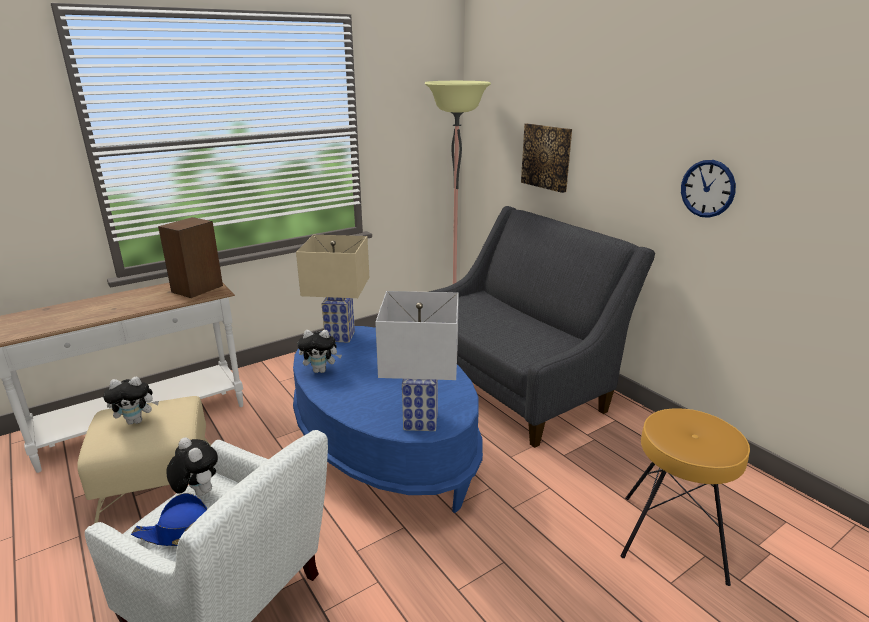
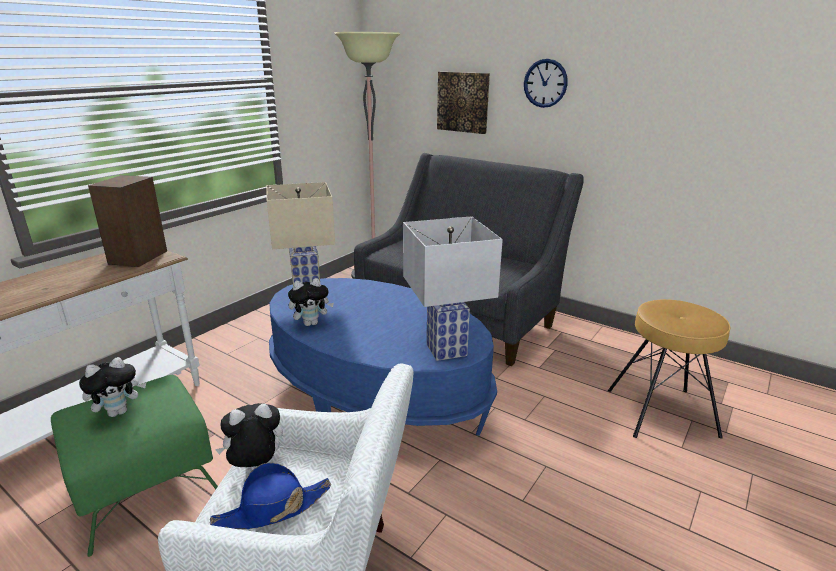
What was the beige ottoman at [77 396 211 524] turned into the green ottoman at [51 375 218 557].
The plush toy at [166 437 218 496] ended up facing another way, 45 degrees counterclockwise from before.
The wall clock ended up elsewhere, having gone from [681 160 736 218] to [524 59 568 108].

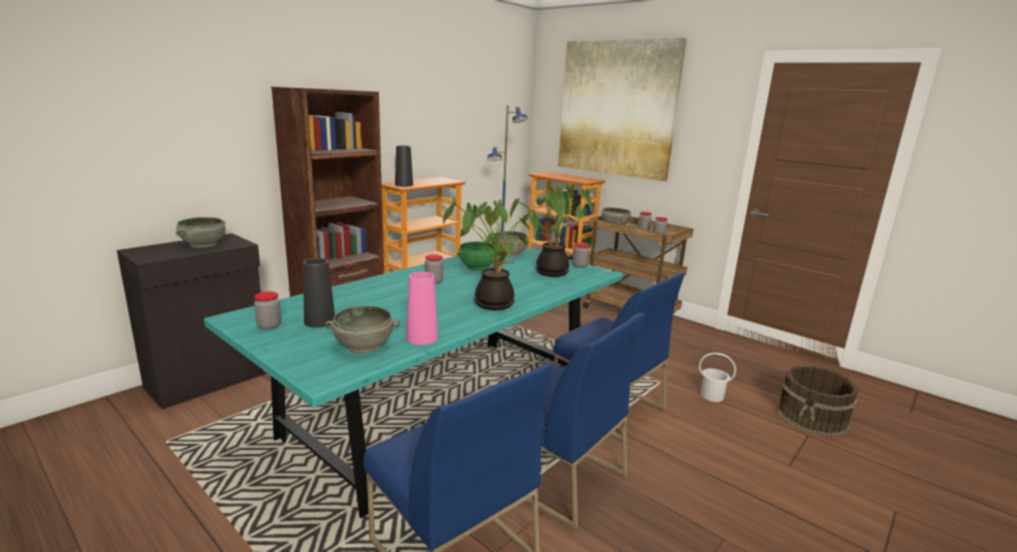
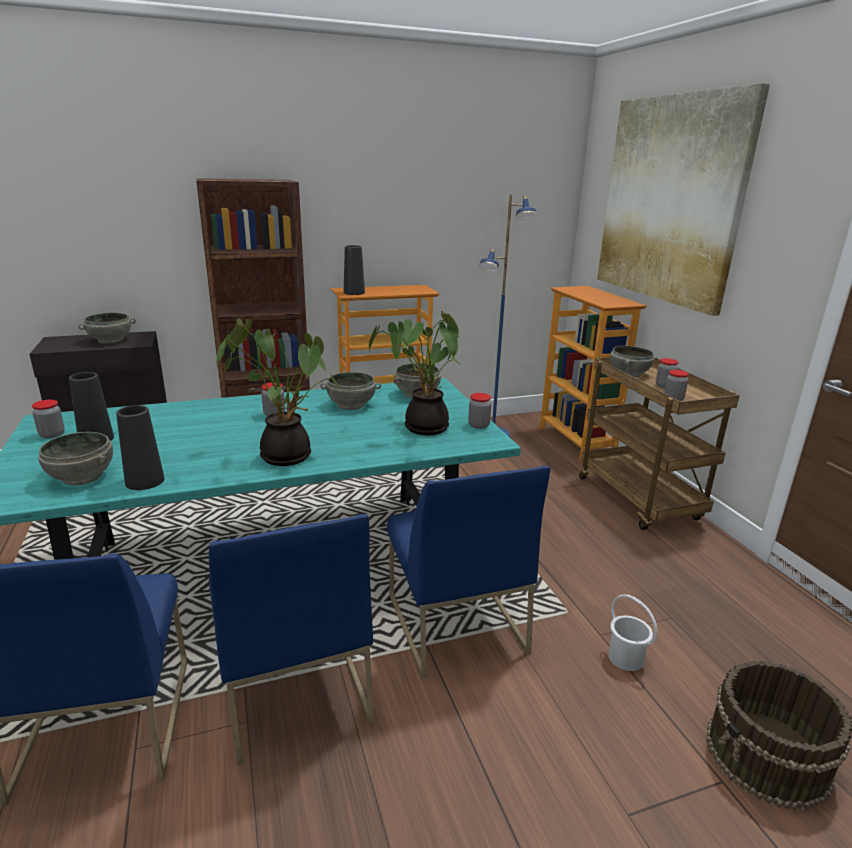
What was the pink vase at [406 272 438 345] turned into the black vase at [116 405 165 490].
What was the green bowl at [457 242 498 271] turned into the grey bowl at [320 372 381 410].

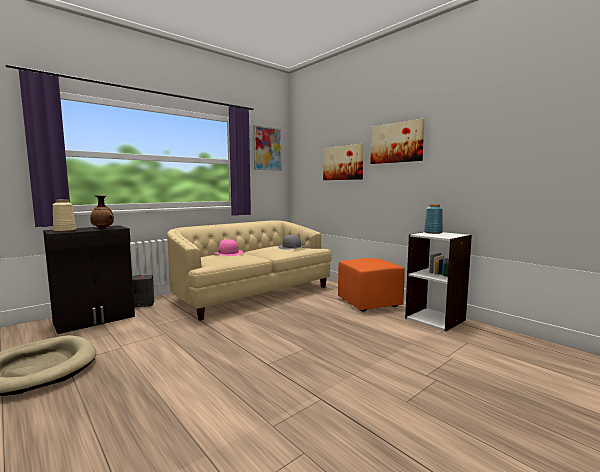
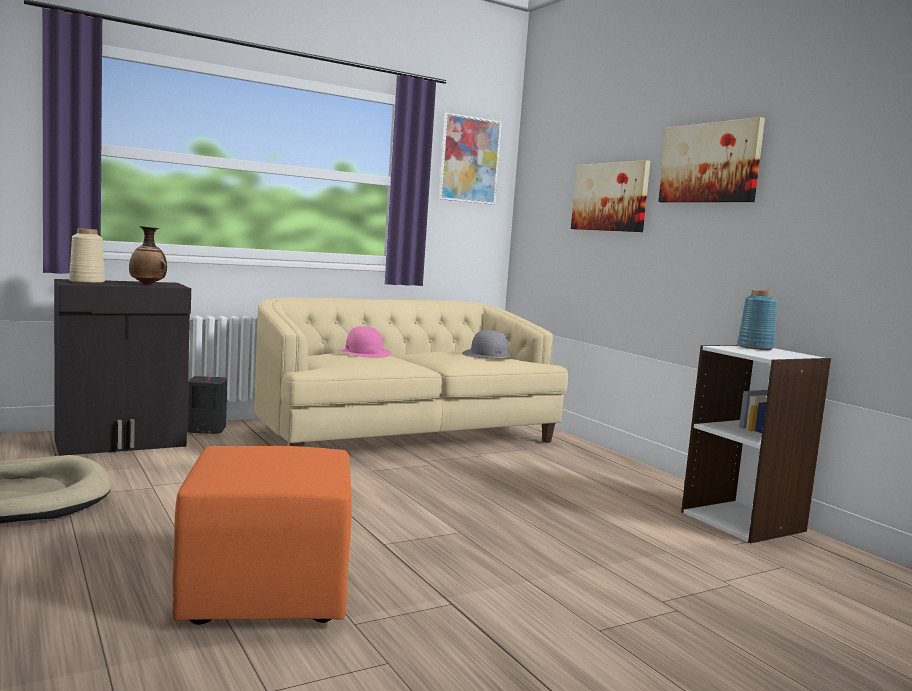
The orange ottoman ended up elsewhere, having gone from [338 258 405 312] to [172 446 352 625].

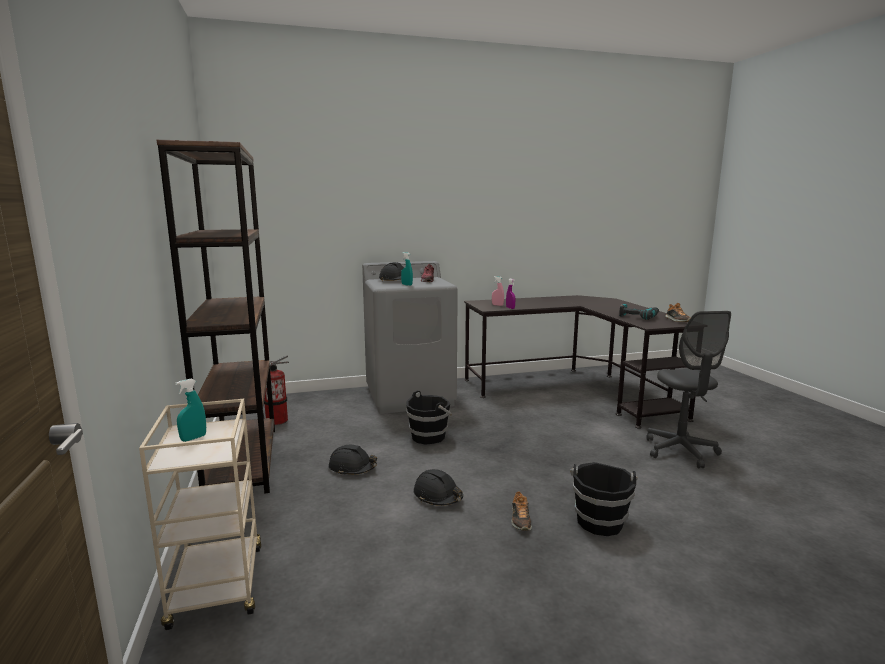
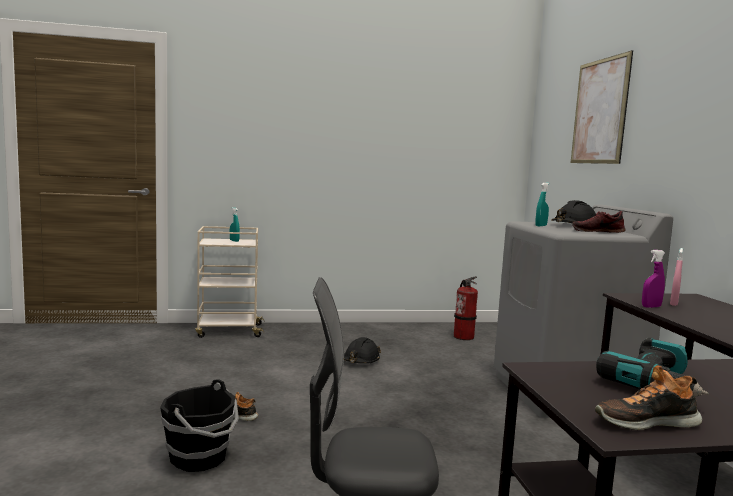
The second view lost the brown bookcase at [156 139 275 494].
The second view lost the black bucket at [406 391 452 445].
The second view lost the black hard hat at [413 469 463 506].
The second view gained the picture at [571 50 633 164].

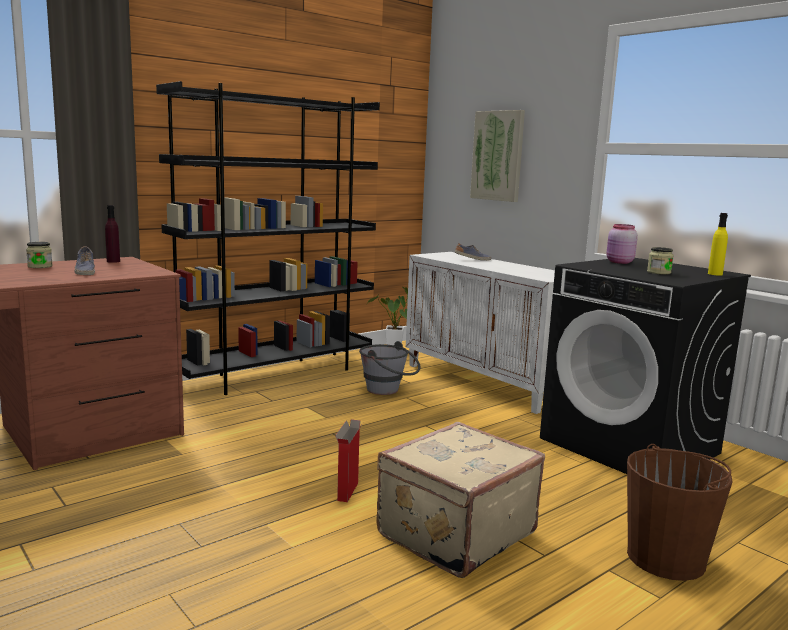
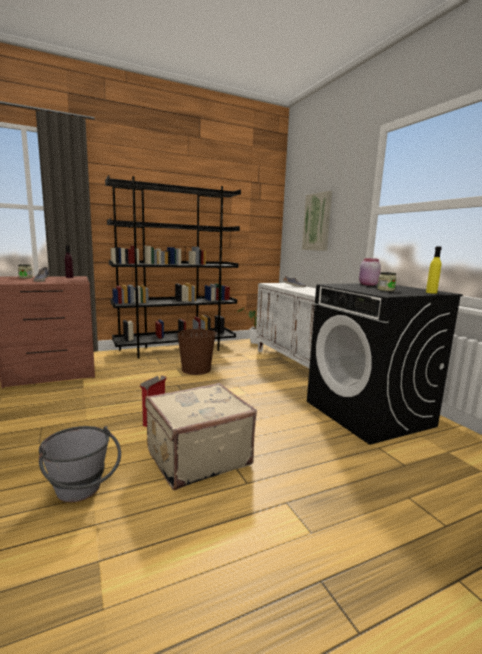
The grey bucket ended up elsewhere, having gone from [359 341 421 395] to [39 426 121 502].
The brown bucket ended up elsewhere, having gone from [627 444 733 581] to [178 327 217 375].

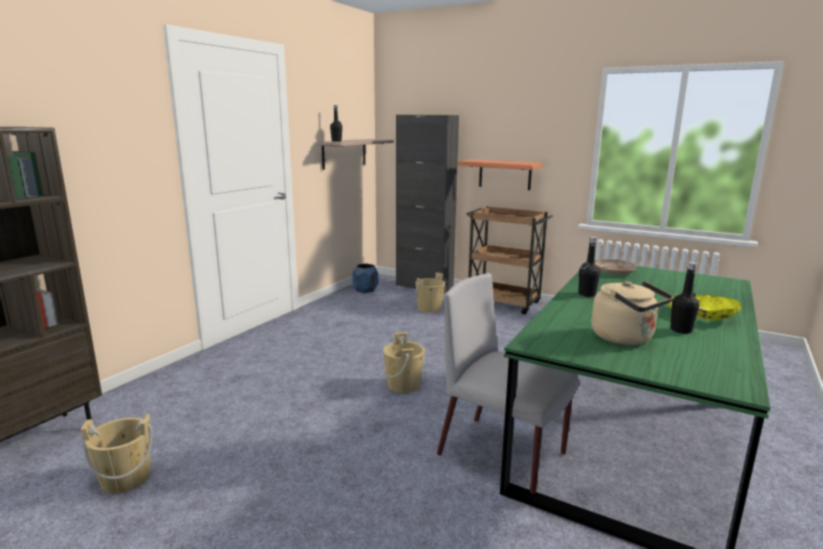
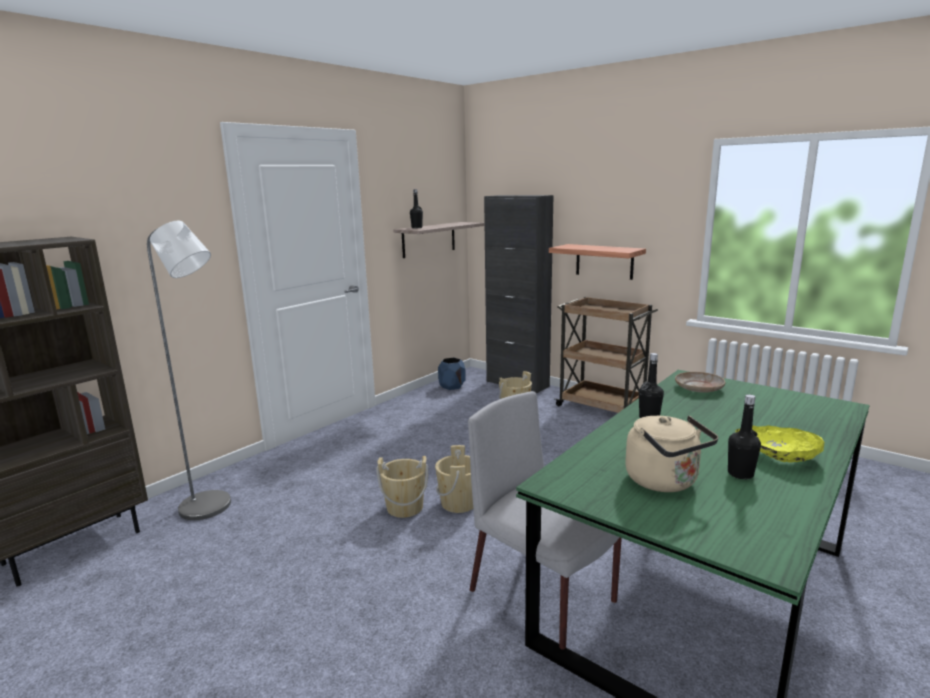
The beige bucket ended up elsewhere, having gone from [81 414 152 493] to [376 456 428 518].
The second view gained the grey floor lamp at [147 221 231 520].

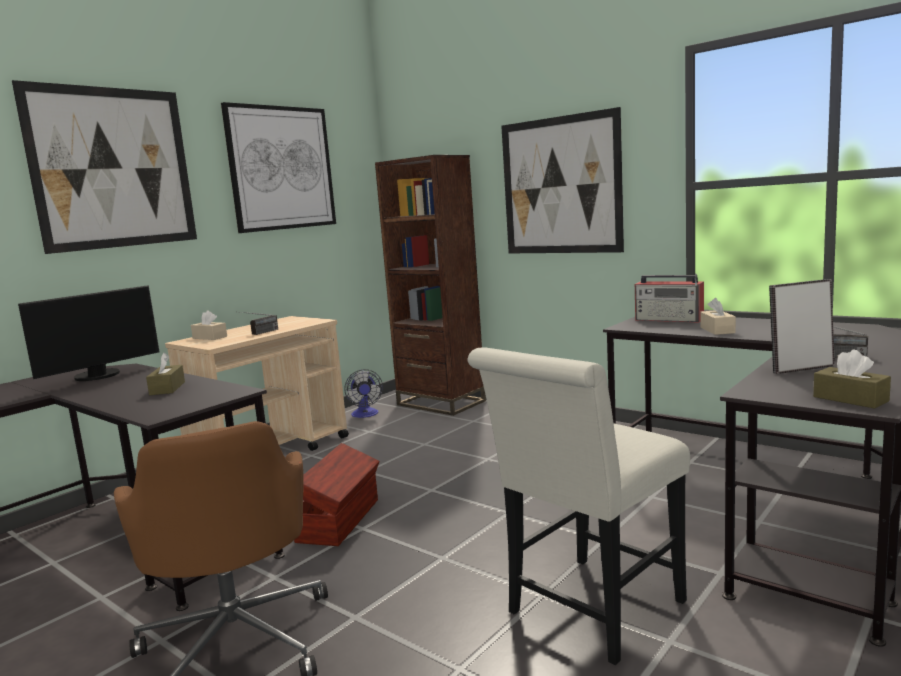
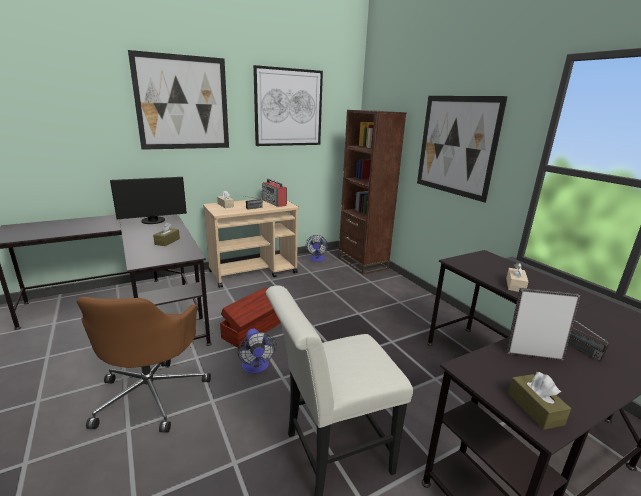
The radio ended up elsewhere, having gone from [635 274 704 323] to [262 179 287 207].
The second view gained the fan at [238 329 277 374].

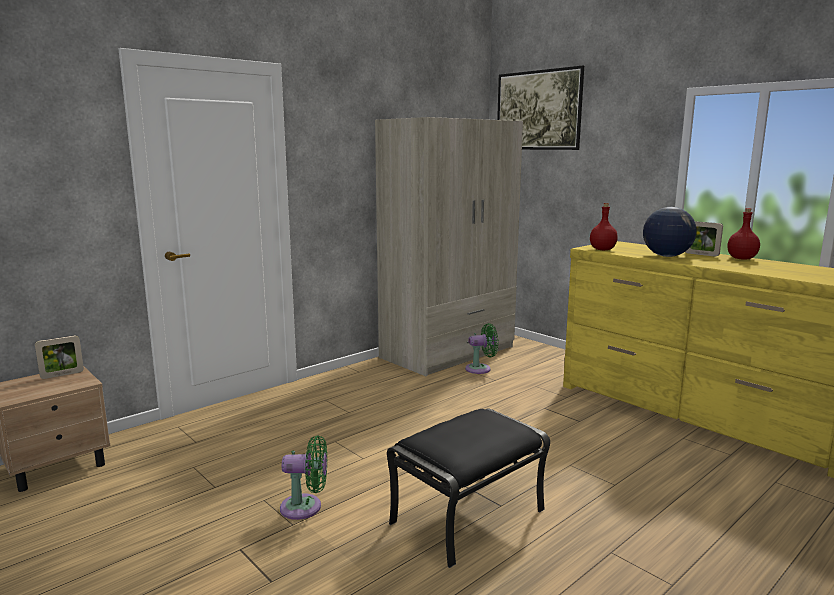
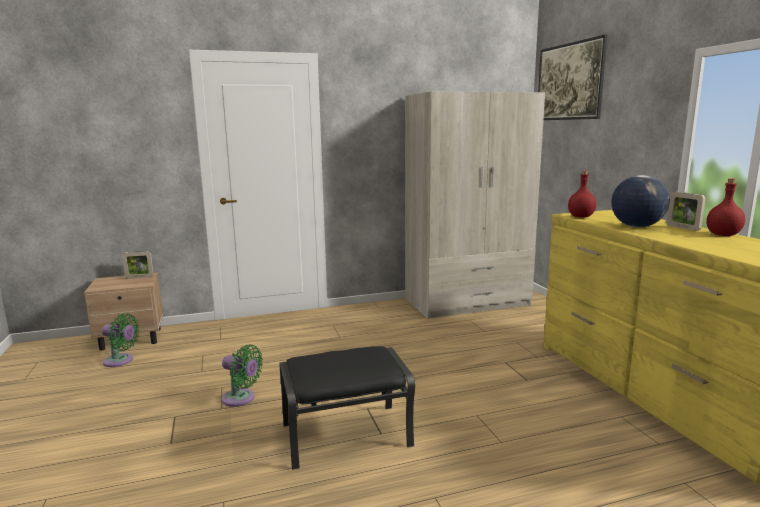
The green fan ended up elsewhere, having gone from [465 323 499 374] to [101 313 139 367].

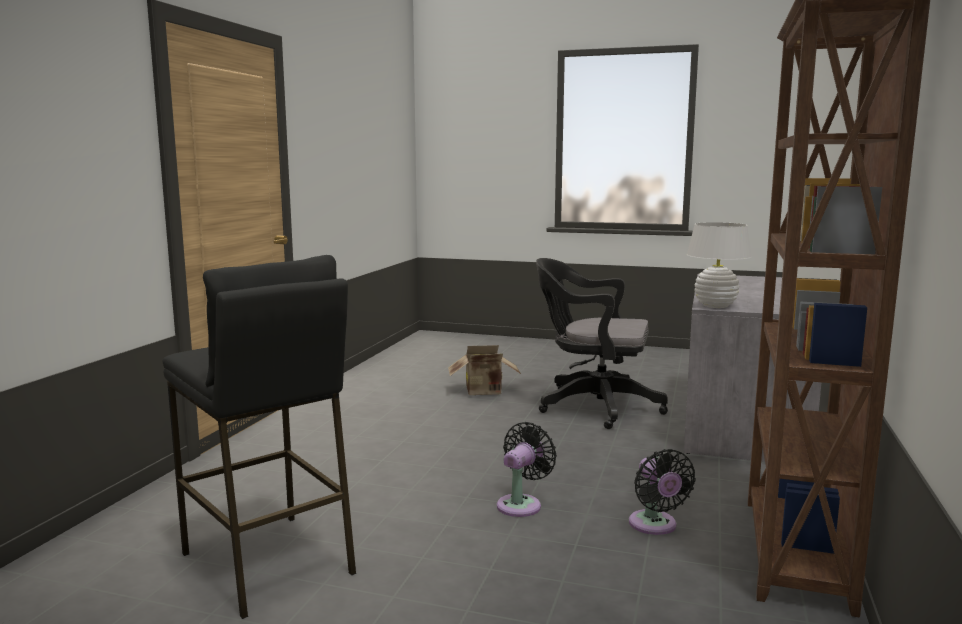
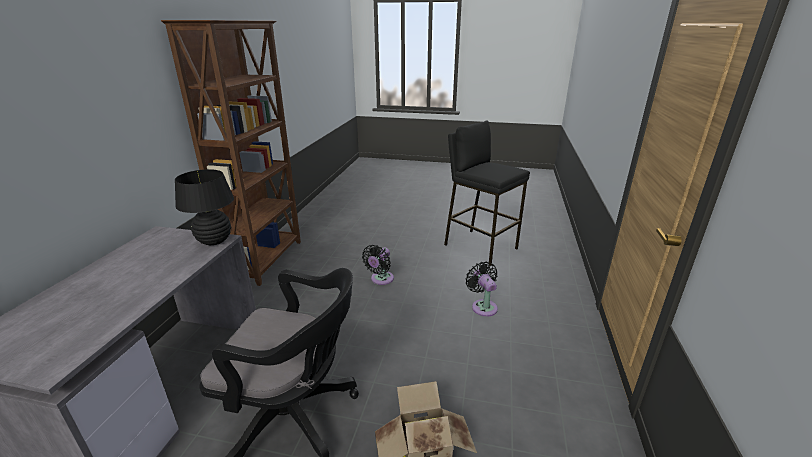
The black fan ended up elsewhere, having gone from [629 449 696 535] to [466 262 498 317].
What was the white table lamp at [687 222 752 308] turned into the black table lamp at [175 169 234 245].

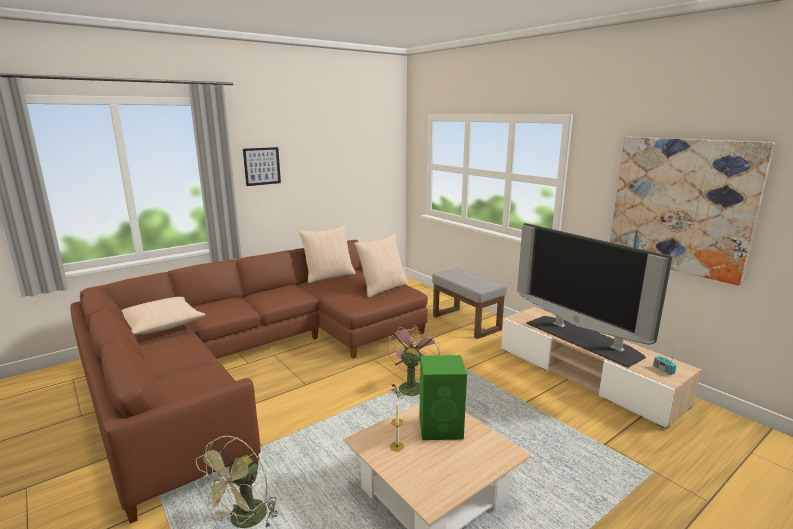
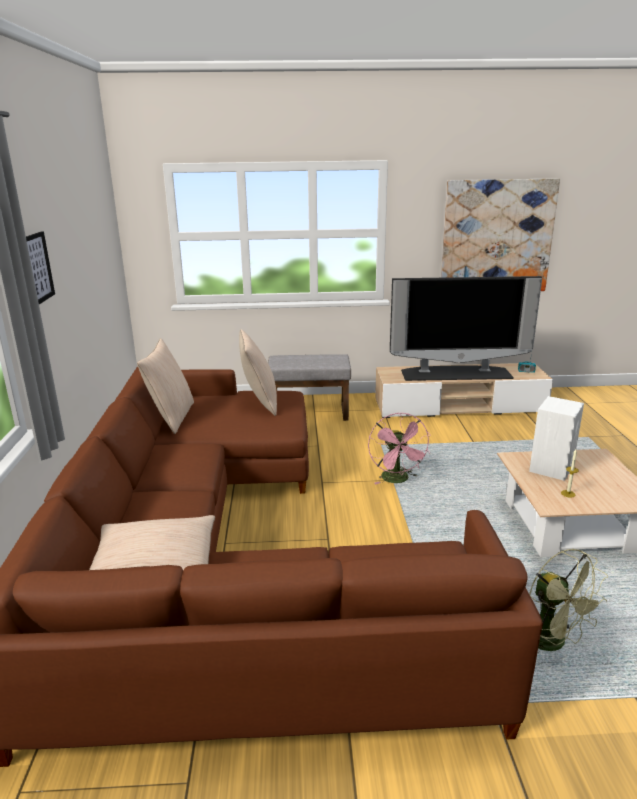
The pink fan at [387 326 440 399] ended up facing another way, 150 degrees counterclockwise from before.
What was the green speaker at [419 355 467 440] turned into the white speaker at [529 396 584 481].

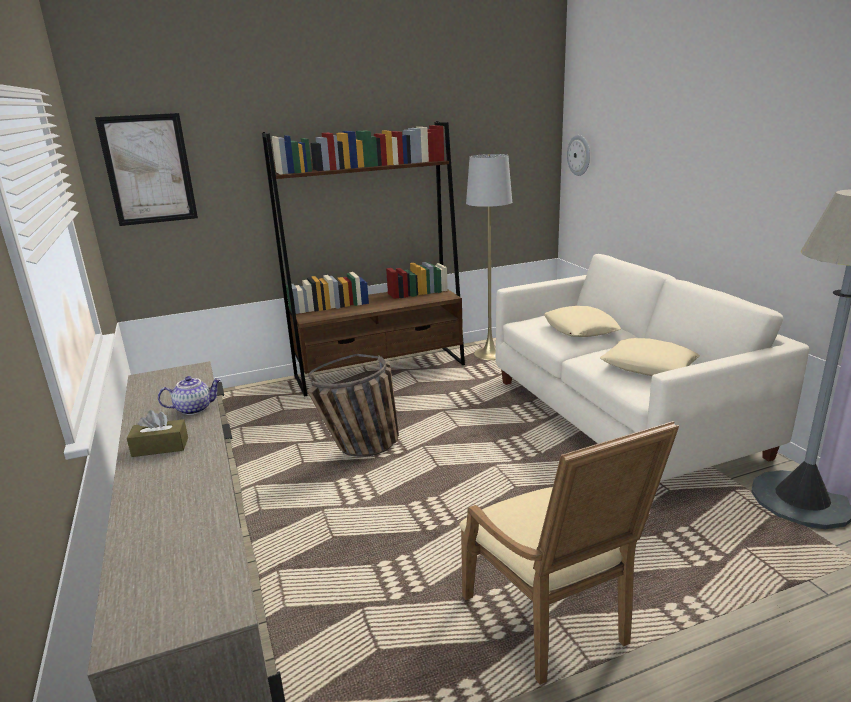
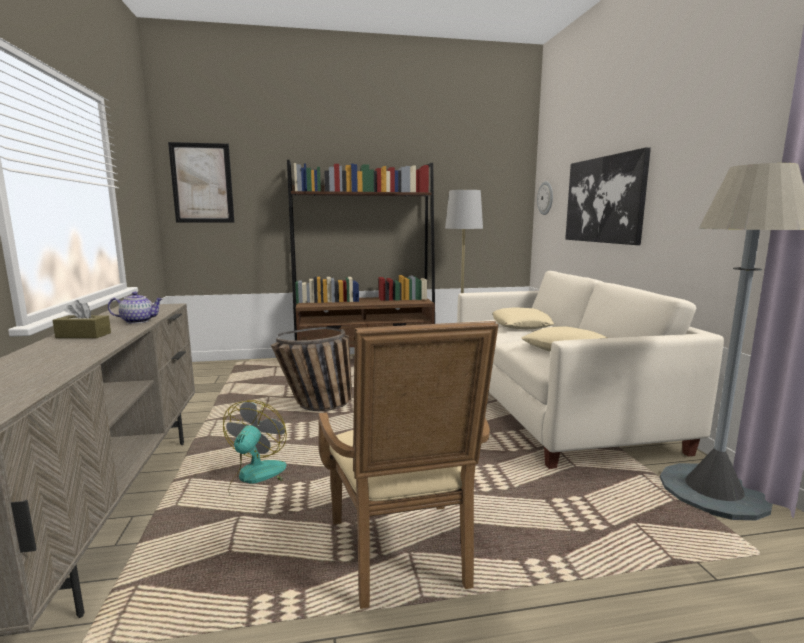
The second view gained the fan at [223 400 287 497].
The second view gained the picture at [565 147 651 245].

